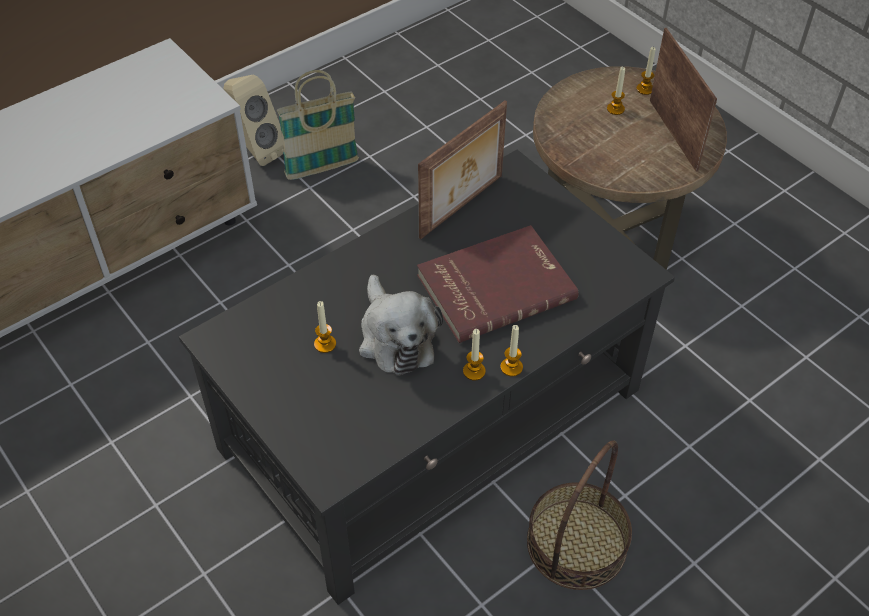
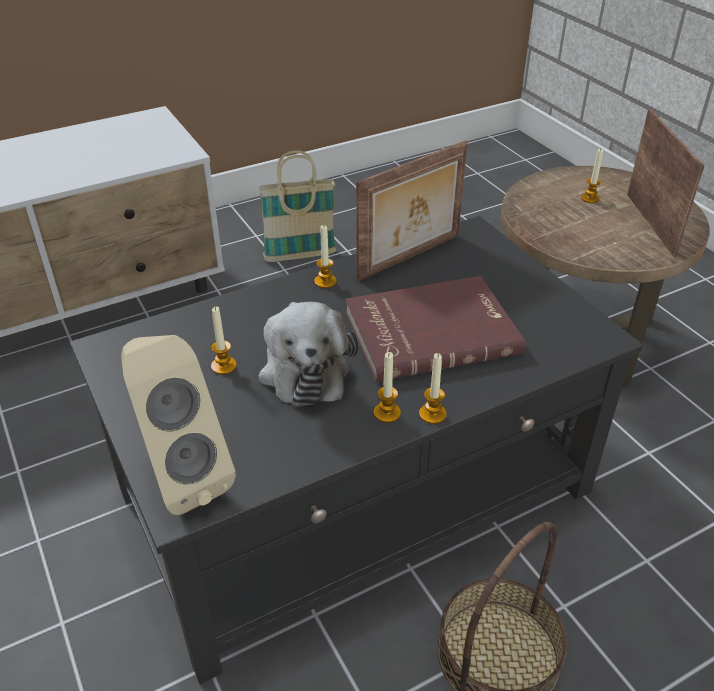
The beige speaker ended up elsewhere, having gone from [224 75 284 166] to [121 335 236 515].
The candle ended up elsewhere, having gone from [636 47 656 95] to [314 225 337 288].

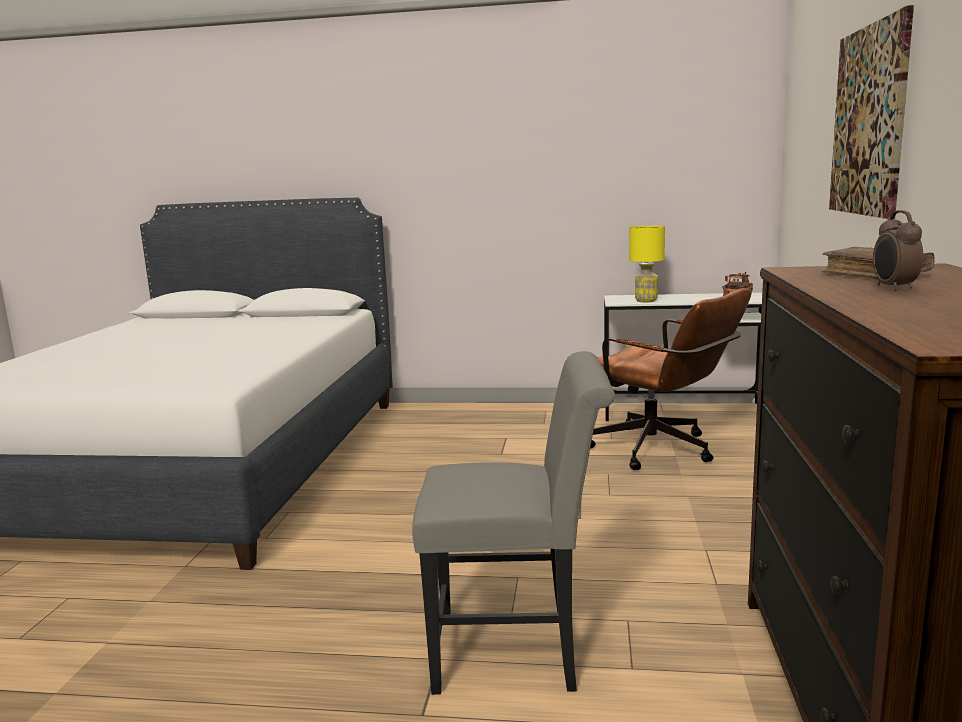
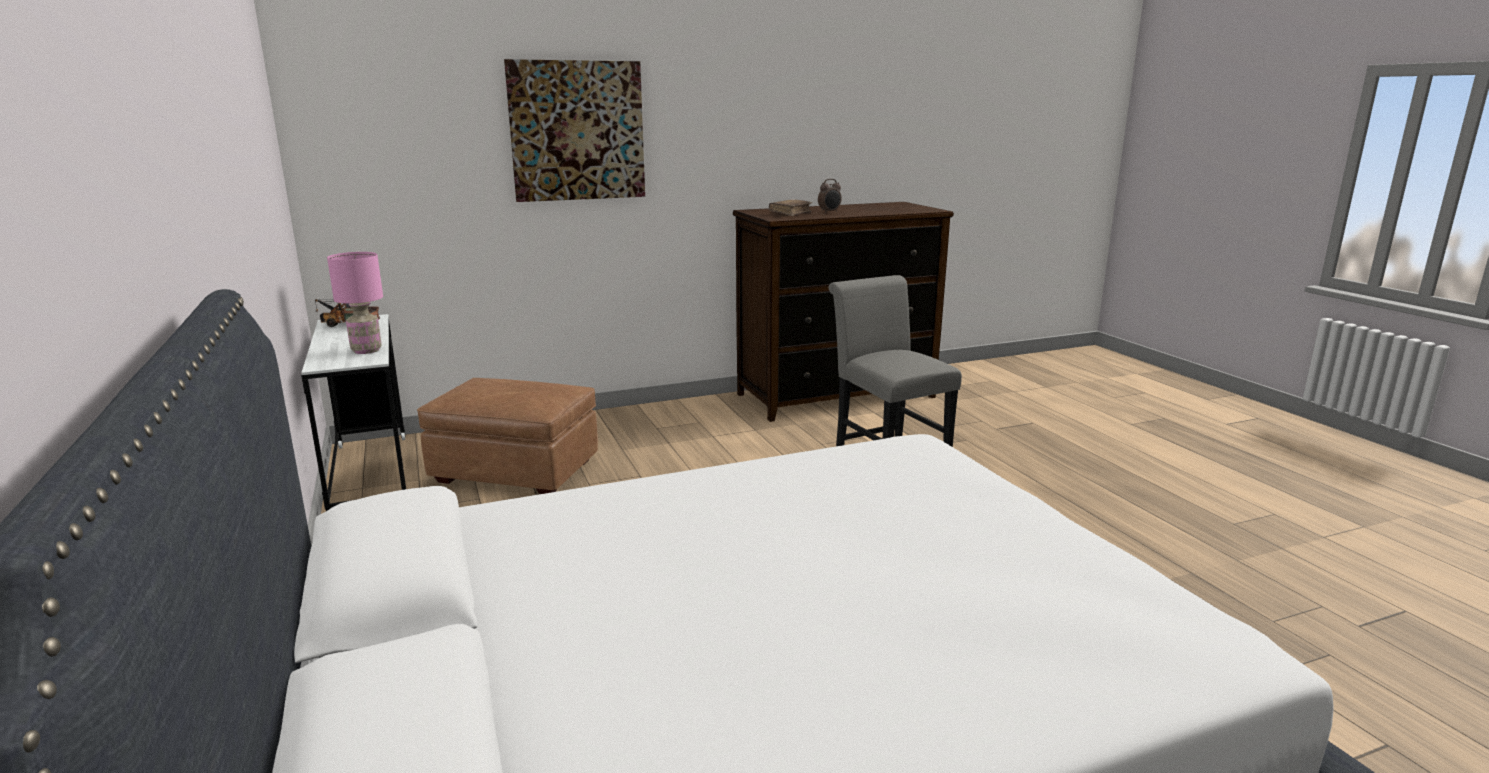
Where the brown office chair stood at [590 288 751 470], the brown ottoman came to stand at [417 378 598 494].
What was the yellow table lamp at [629 226 665 302] turned into the pink table lamp at [327 252 383 354].

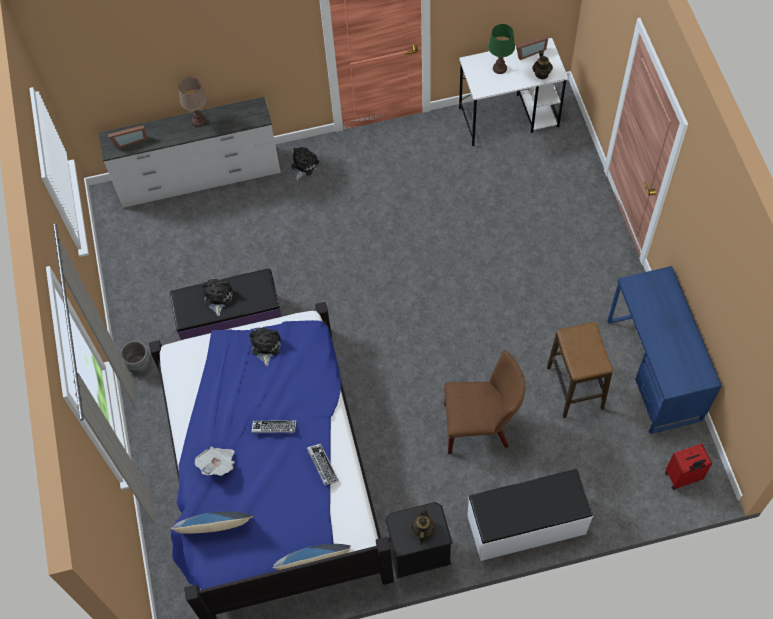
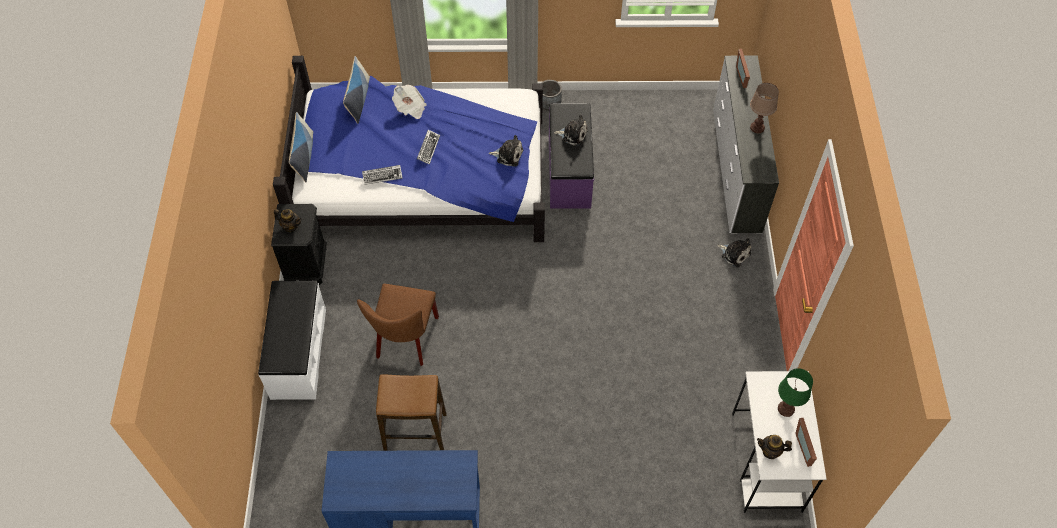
The second view lost the red suitcase at [665 444 712 490].

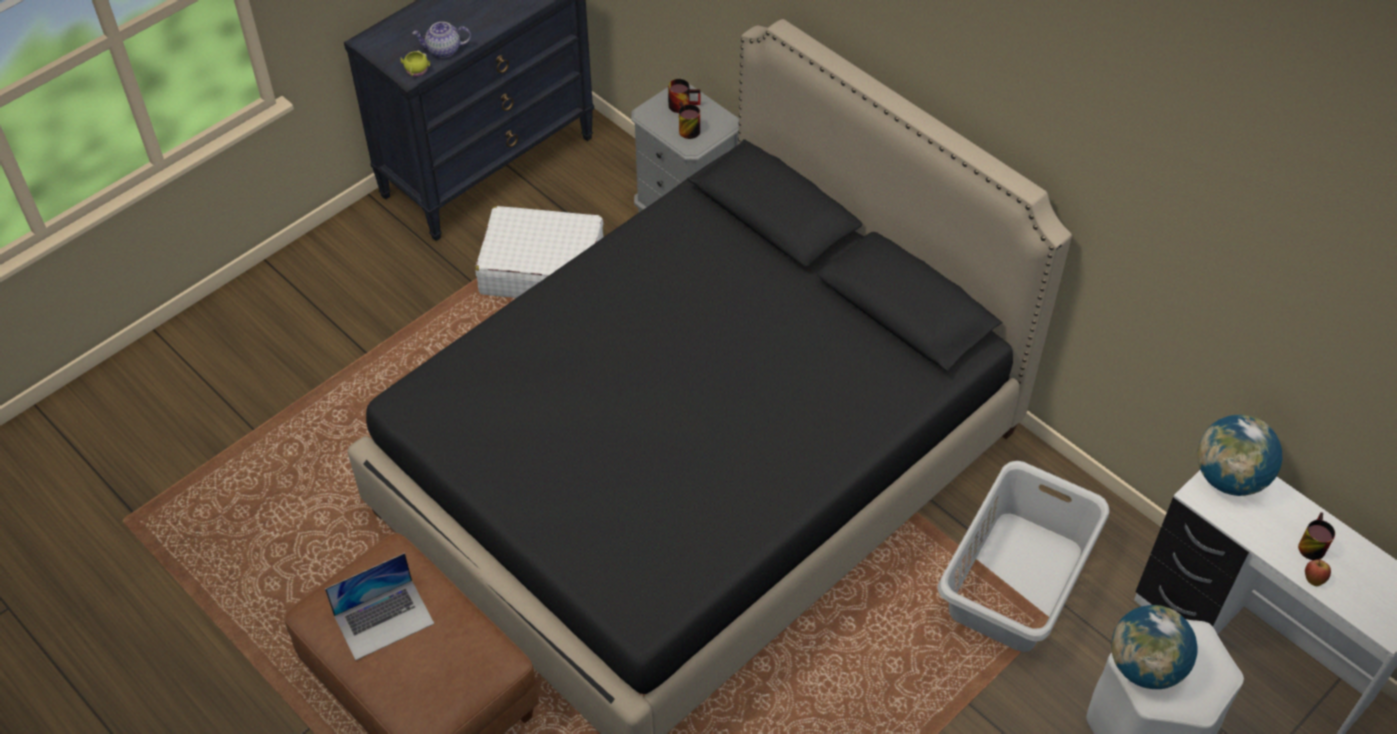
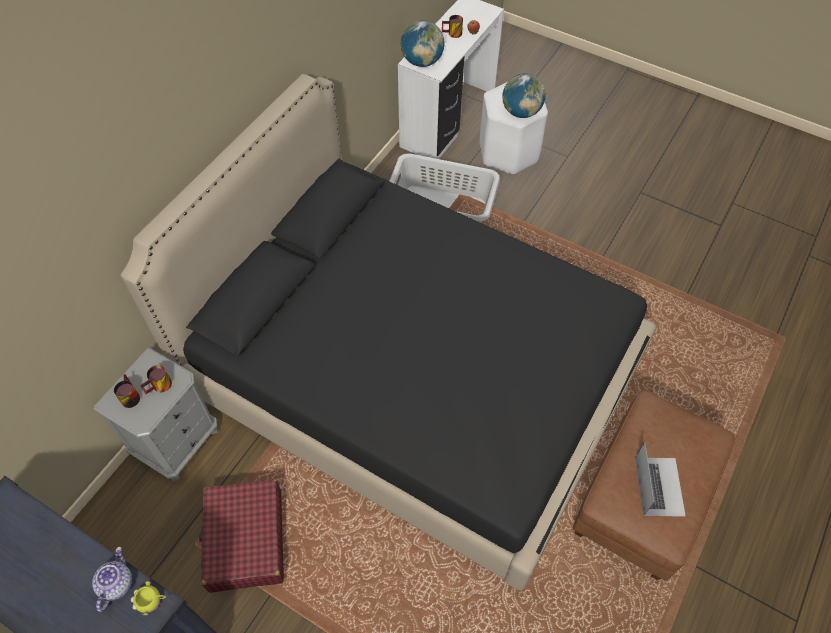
The laptop at [325 553 434 660] ended up facing another way, 45 degrees clockwise from before.
The teapot at [412 22 471 58] ended up facing another way, 150 degrees counterclockwise from before.
What was the white suitcase at [475 206 603 298] turned into the red suitcase at [199 479 284 593].

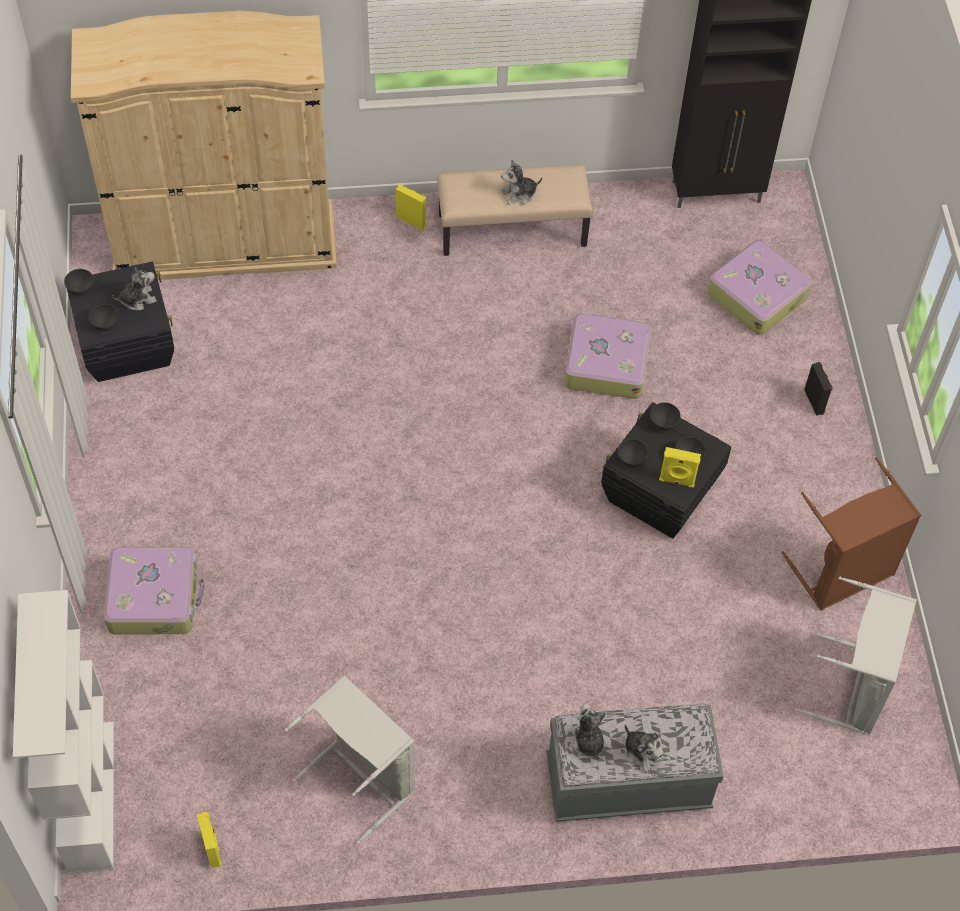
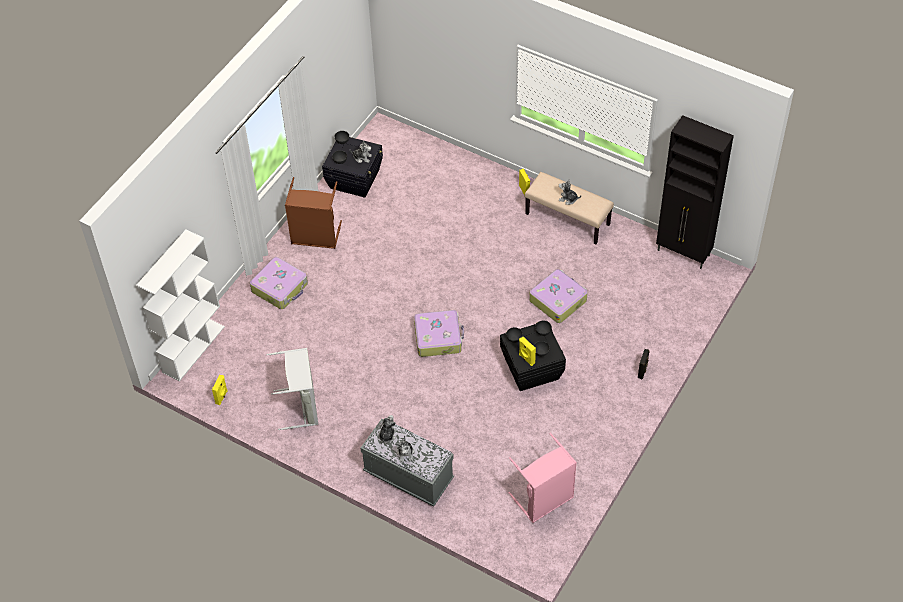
The second view lost the beige wardrobe at [71 11 337 280].
The suitcase ended up elsewhere, having gone from [707 240 812 335] to [414 310 464 357].
The brown laundry basket ended up elsewhere, having gone from [781 457 921 611] to [285 177 342 249].
What was the grey laundry basket at [795 577 917 735] turned into the pink laundry basket at [508 433 577 523].

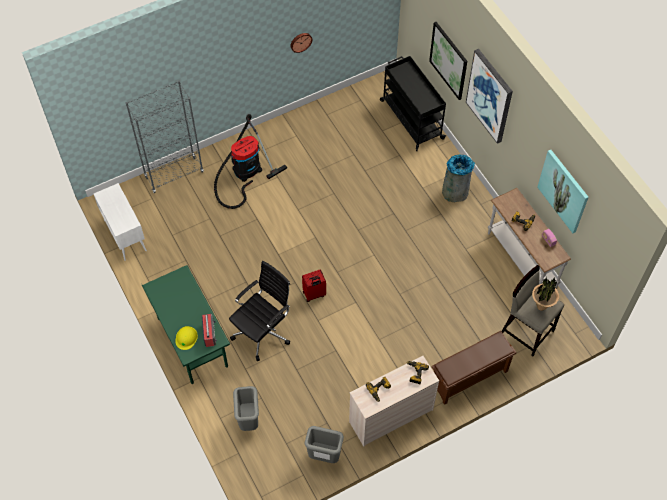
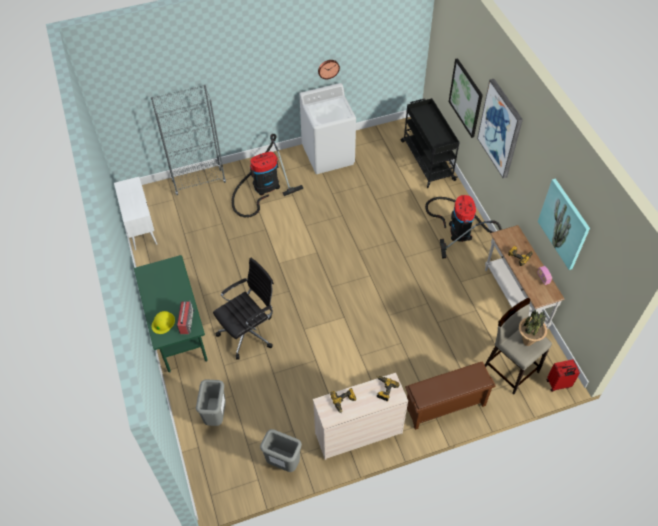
The red suitcase ended up elsewhere, having gone from [302 269 326 302] to [547 359 580 392].
Where the grey trash can stood at [442 155 475 202], the vacuum cleaner came to stand at [425 195 502 258].
The second view gained the white washing machine at [299 83 356 174].

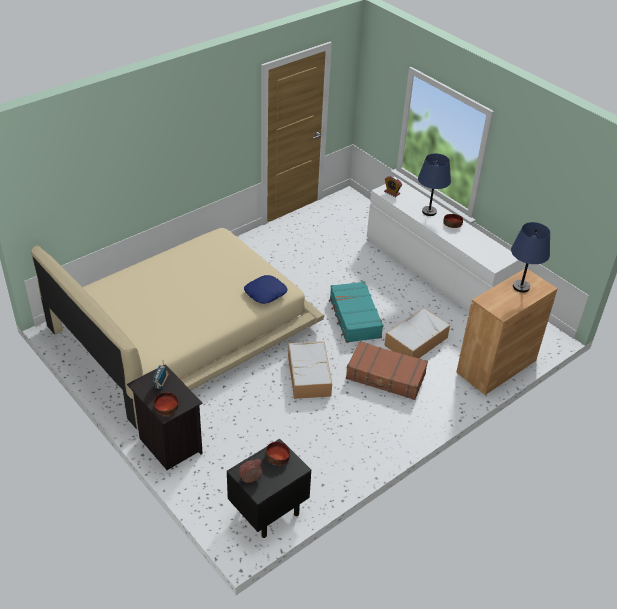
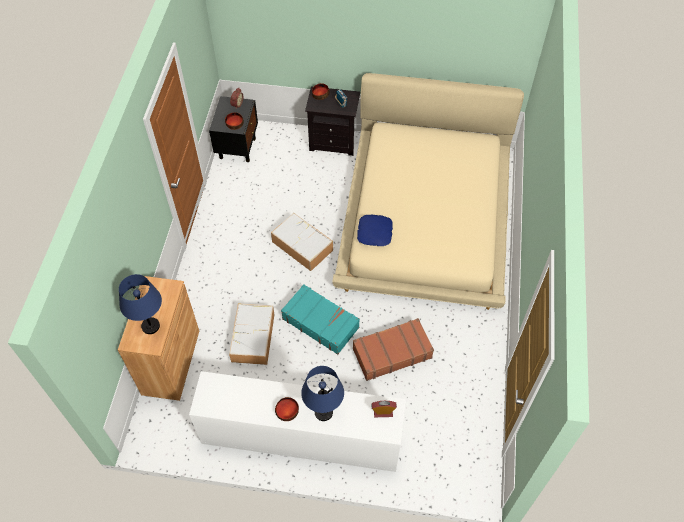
The brown suitcase ended up elsewhere, having gone from [346 341 428 400] to [353 318 434 381].

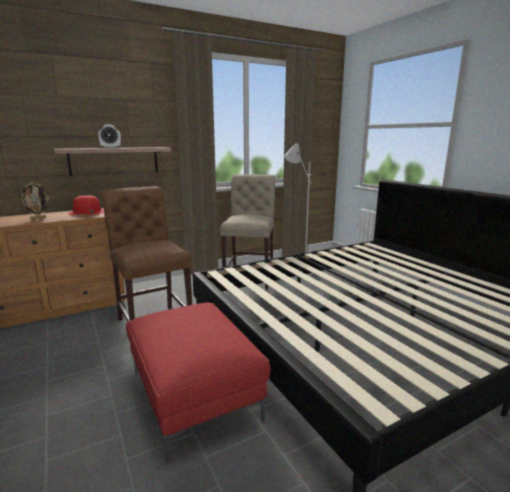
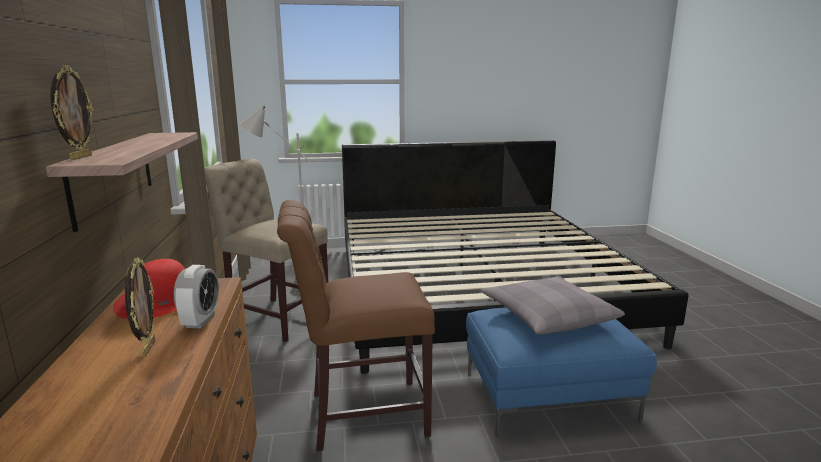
The alarm clock ended up elsewhere, having gone from [98 124 121 148] to [174 265 219 328].
What was the red ottoman at [126 303 270 462] turned into the blue ottoman at [466 307 657 437].
The second view gained the picture frame at [51 65 93 160].
The second view gained the grey pillow at [481 276 625 335].

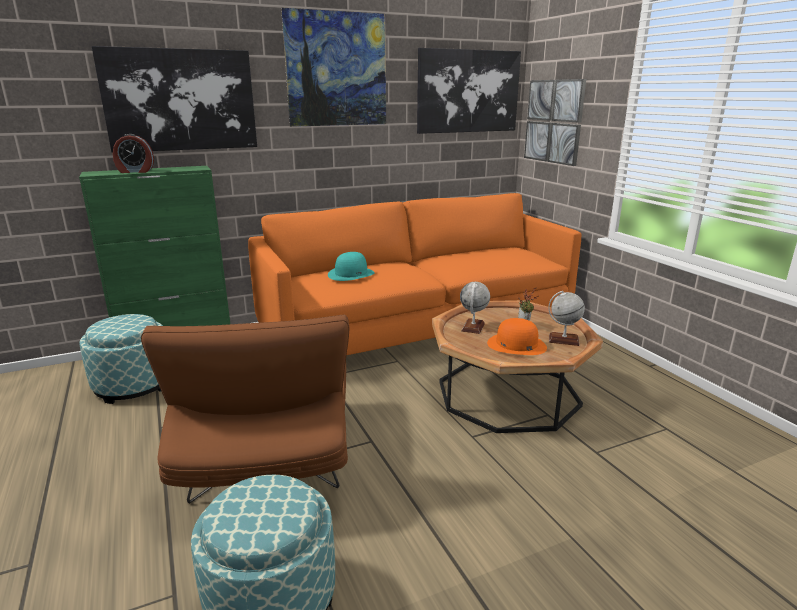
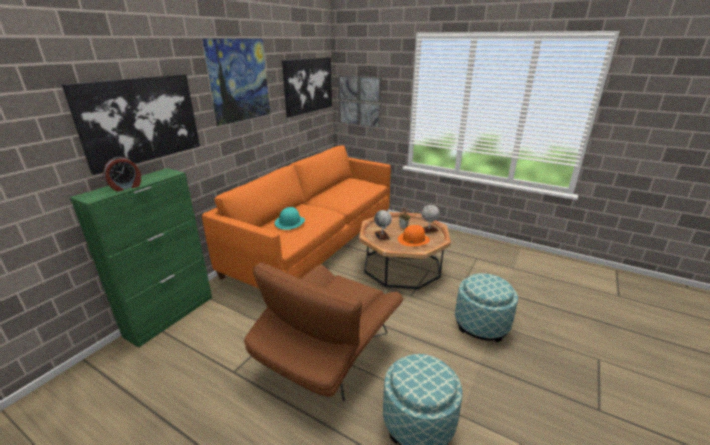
The ottoman ended up elsewhere, having gone from [79 314 163 404] to [455 273 518 342].
The brown armchair at [141 314 349 504] ended up facing another way, 75 degrees clockwise from before.

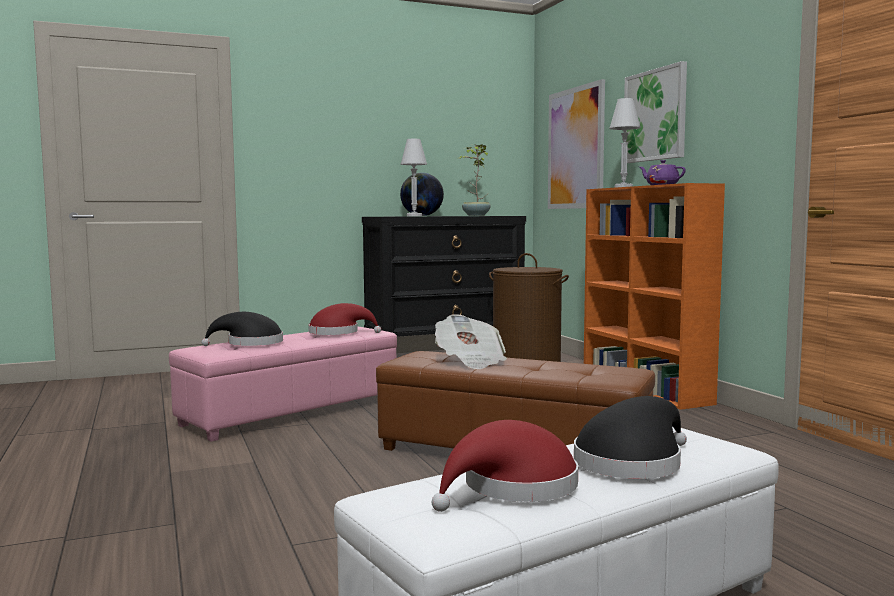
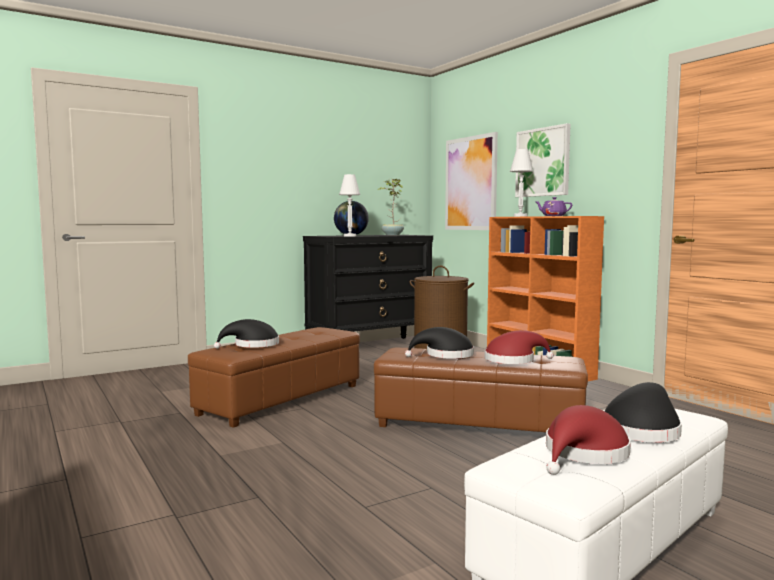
What was the pink ottoman at [169 327 397 442] turned into the brown ottoman at [188 327 360 428].
The red hat ended up elsewhere, having gone from [308 303 381 335] to [484 330 554 364].
Where the newspaper stood at [435 314 507 369], the black hat came to stand at [405 327 474 359].

